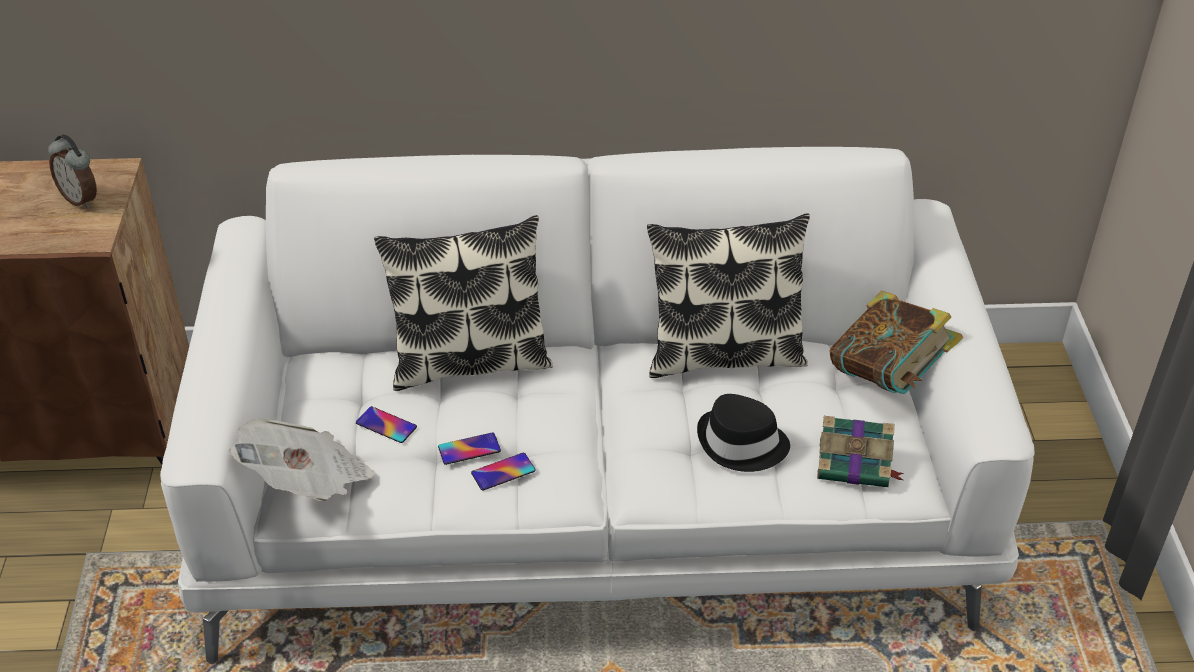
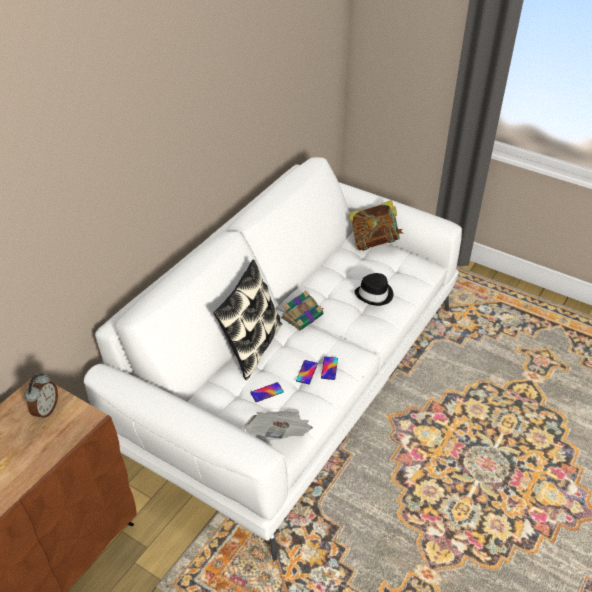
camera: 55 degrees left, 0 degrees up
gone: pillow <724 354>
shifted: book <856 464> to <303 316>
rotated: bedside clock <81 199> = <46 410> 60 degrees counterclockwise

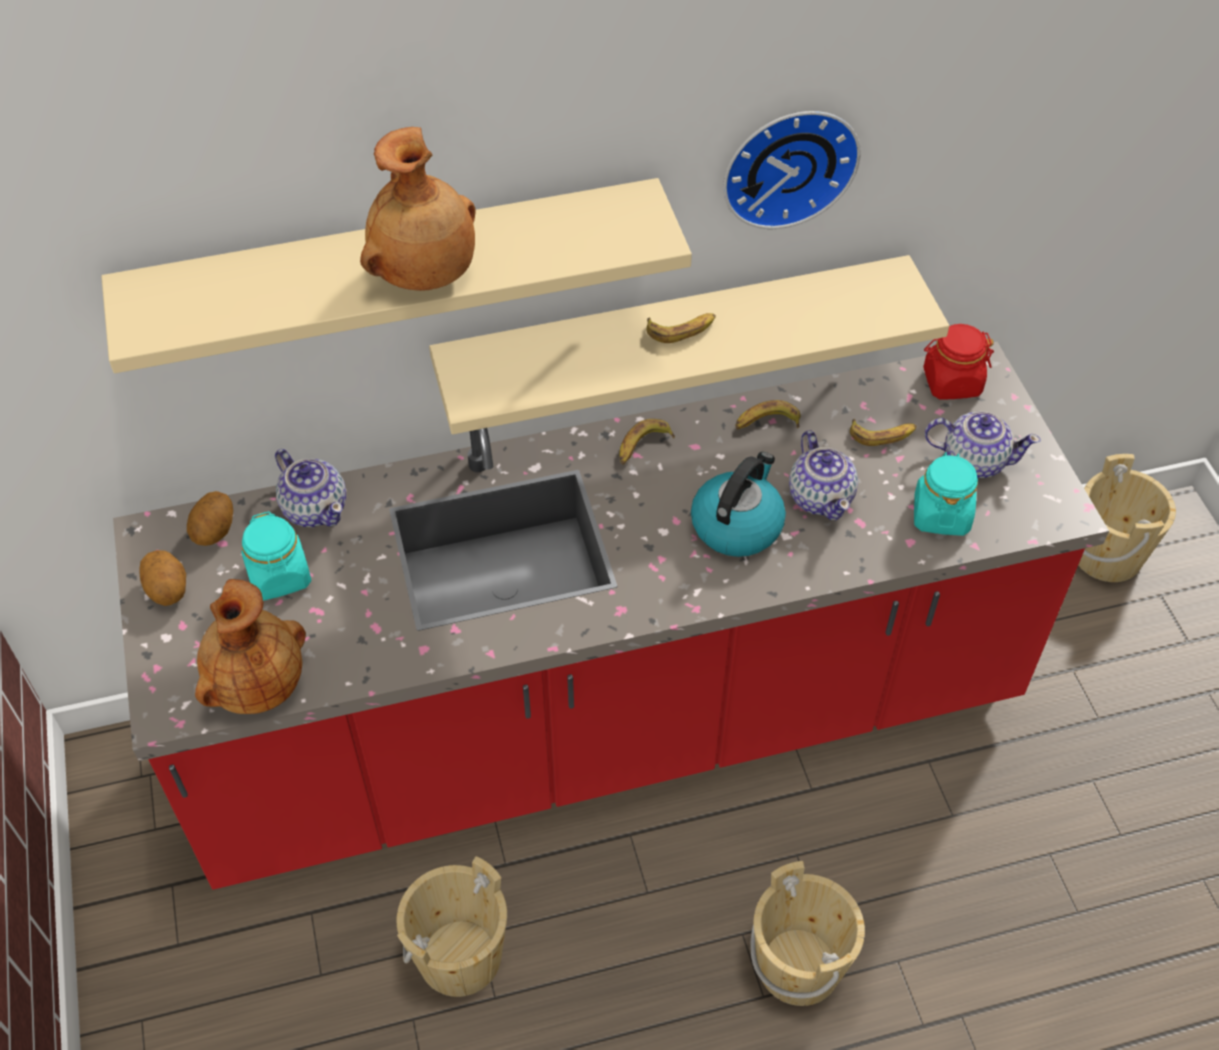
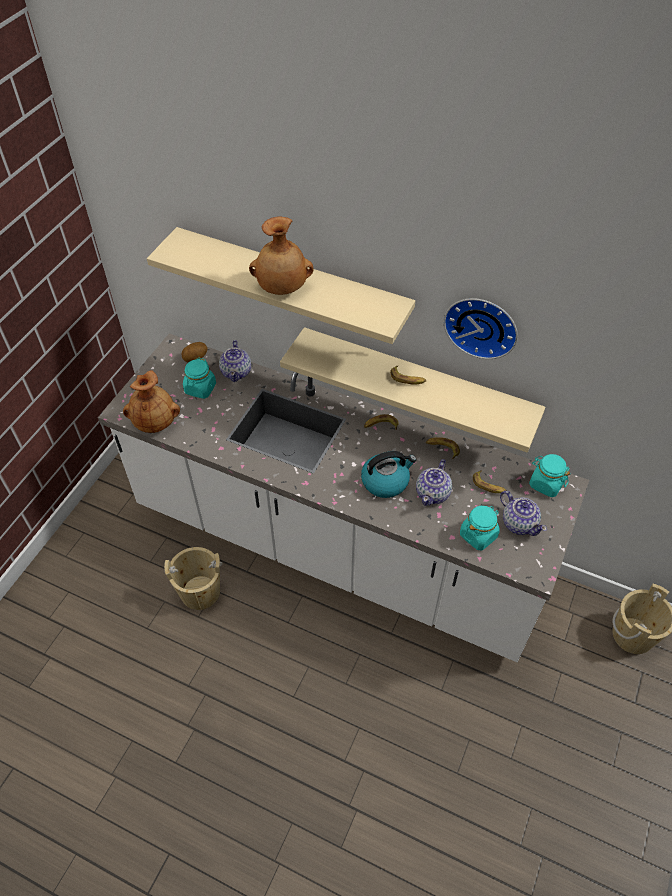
camera: 40 degrees right, 0 degrees up
gone: potato <168 590>; pail (sand-coloured) <798 965>
repainted: kitchen base unit (reddish) <609 722> to kitchen base unit (white-coloured) <336 547>; storage jar (reddish) <951 382> to storage jar (turquoise) <546 484>

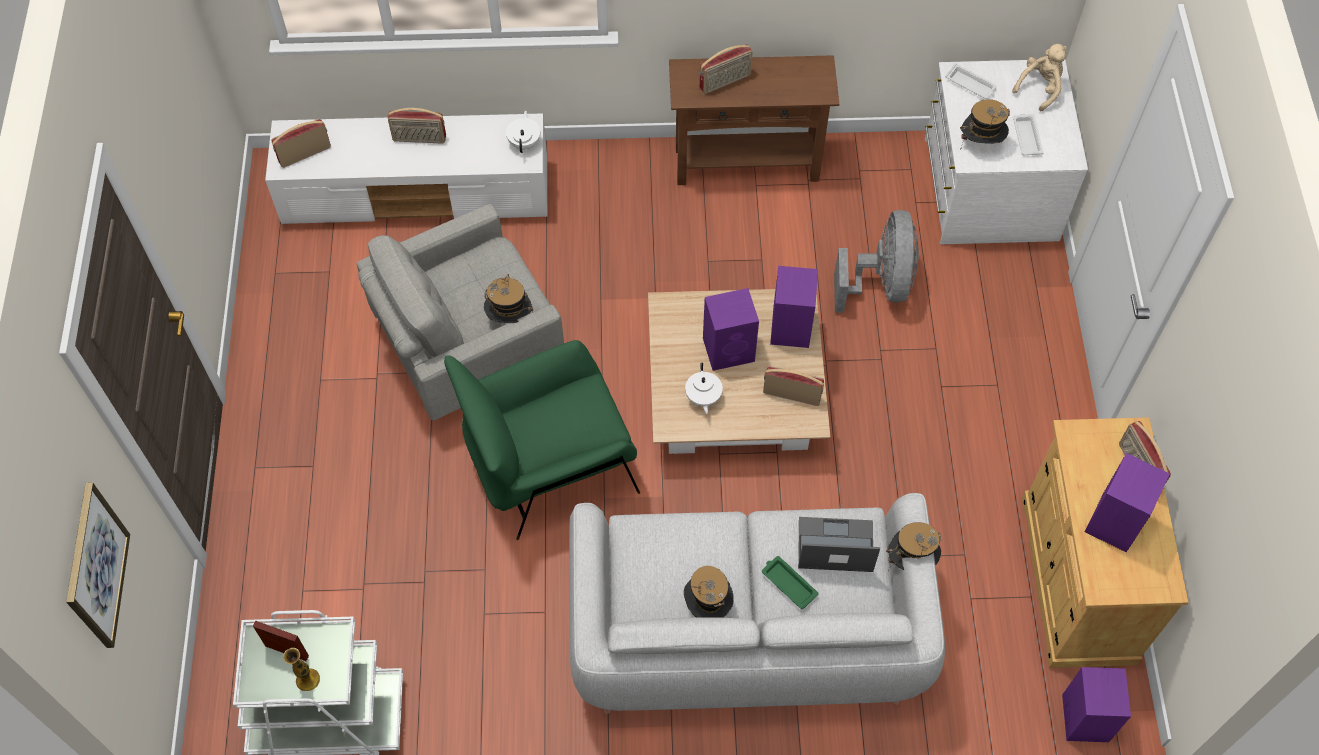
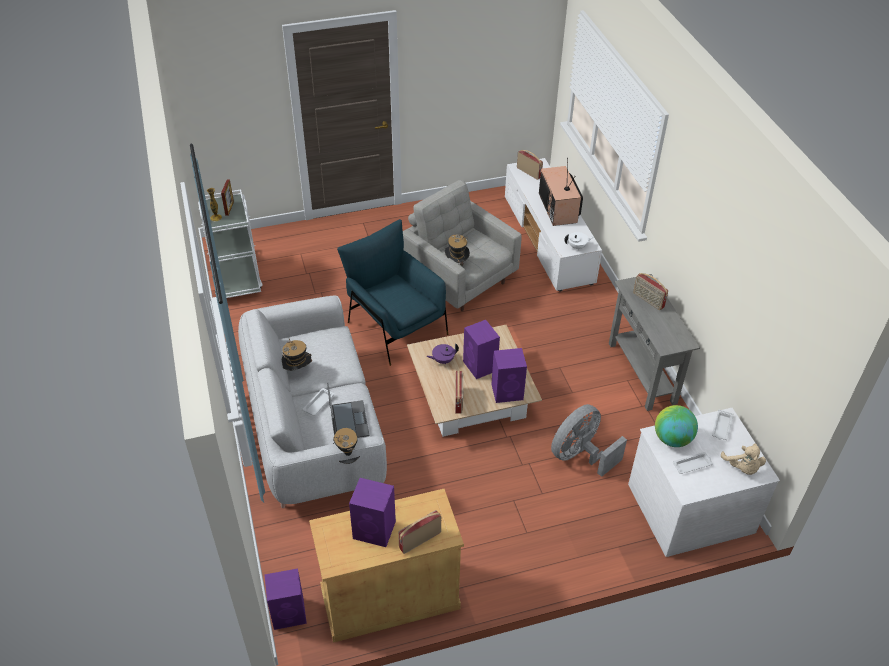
camera: 75 degrees right, 15 degrees down
gone: wall picture <96 566>
swapped: radio receiver <419 139> to television <559 208>; wearable hat <980 143> to desk globe <672 439>
repainted: tray (greenish) <788 583> to tray (white-coloured) <319 403>; easy chair (greenish) <550 467> to easy chair (blue-coloured) <395 326>; pot for tea (white-coloured) <703 398> to pot for tea (purple) <443 360>; hall table (brown) <746 163> to hall table (grey) <642 373>
rotated: cooling fan (grey) <880 284> = <580 455> 150 degrees clockwise; cuddly toy (sand-coloured) <1040 88> = <742 467> 45 degrees clockwise

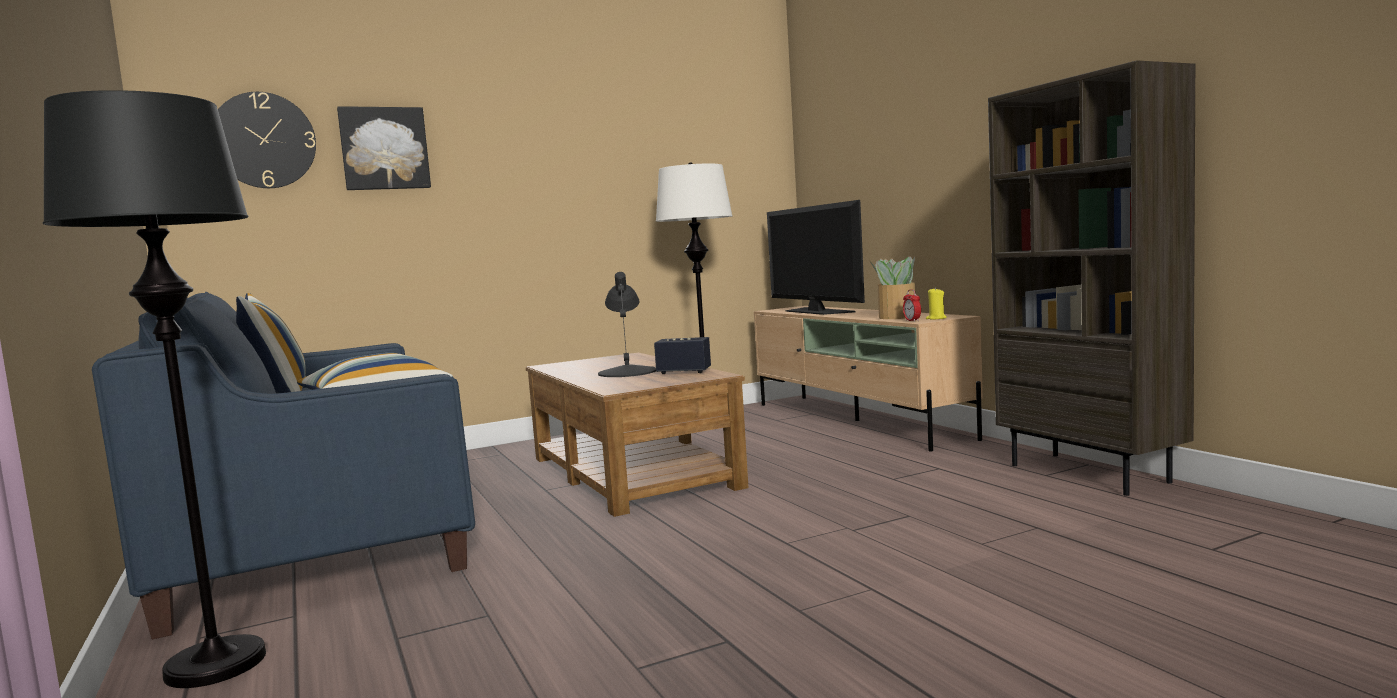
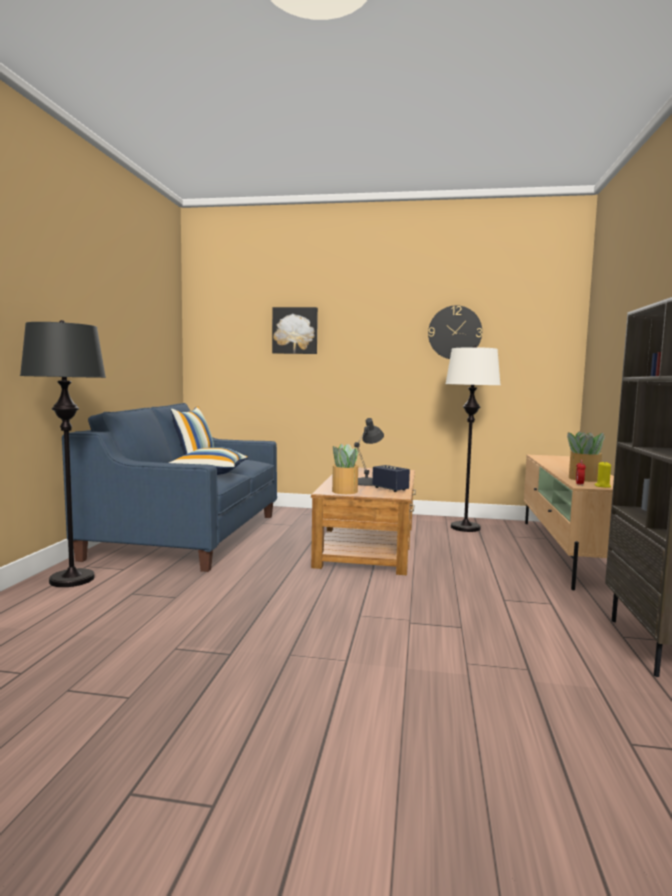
camera: 35 degrees right, 0 degrees up
gone: television <816 311>
new: potted plant <344 491>
shifted: hanging clock <264 140> to <454 332>

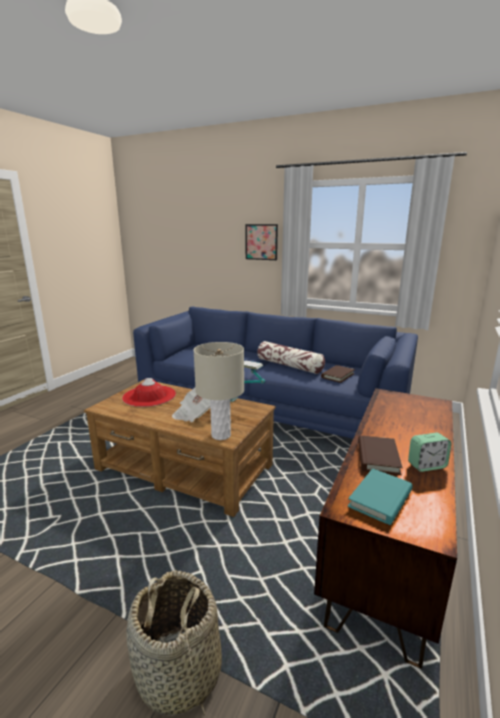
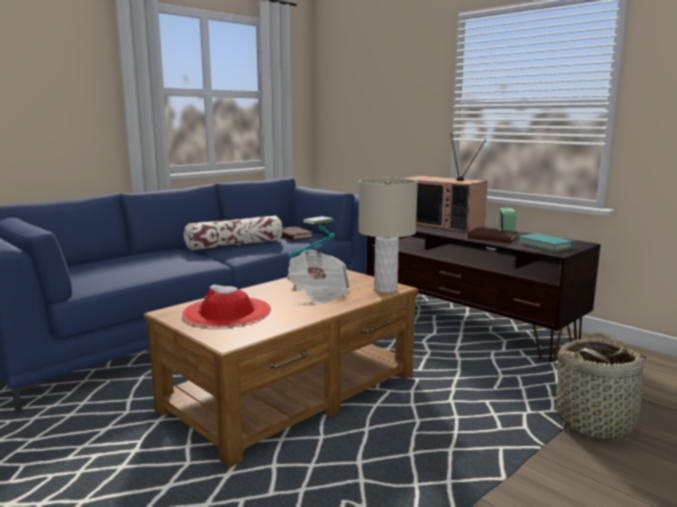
camera: 70 degrees left, 5 degrees down
gone: wall picture <261 242>
new: television <443 224>

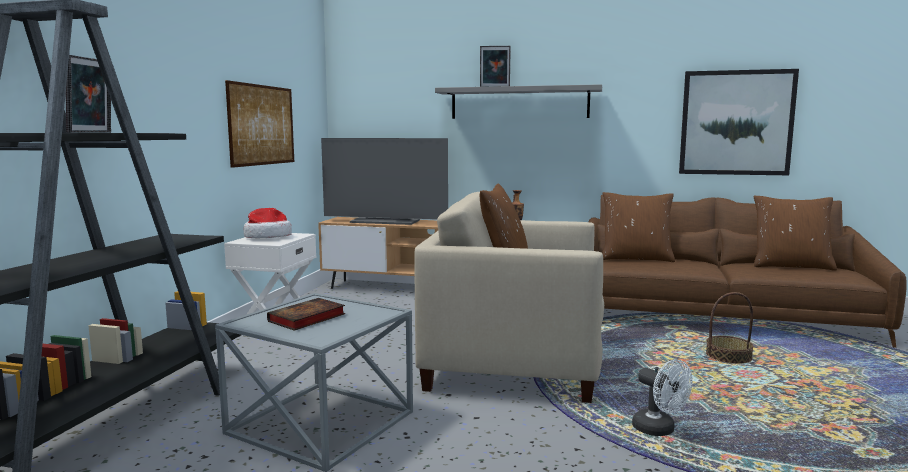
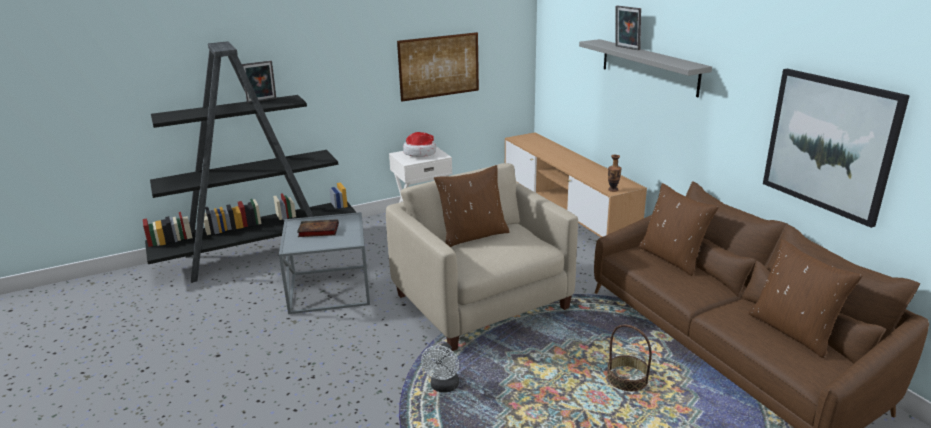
camera: 50 degrees right, 15 degrees up
gone: television <386 221>

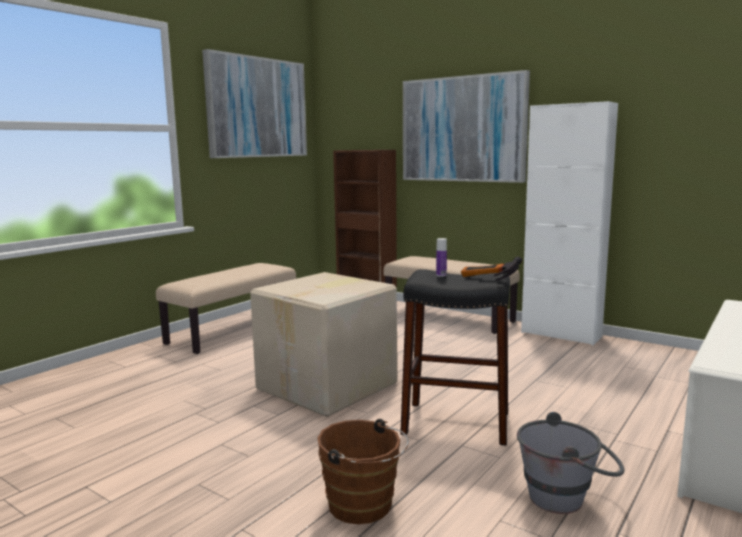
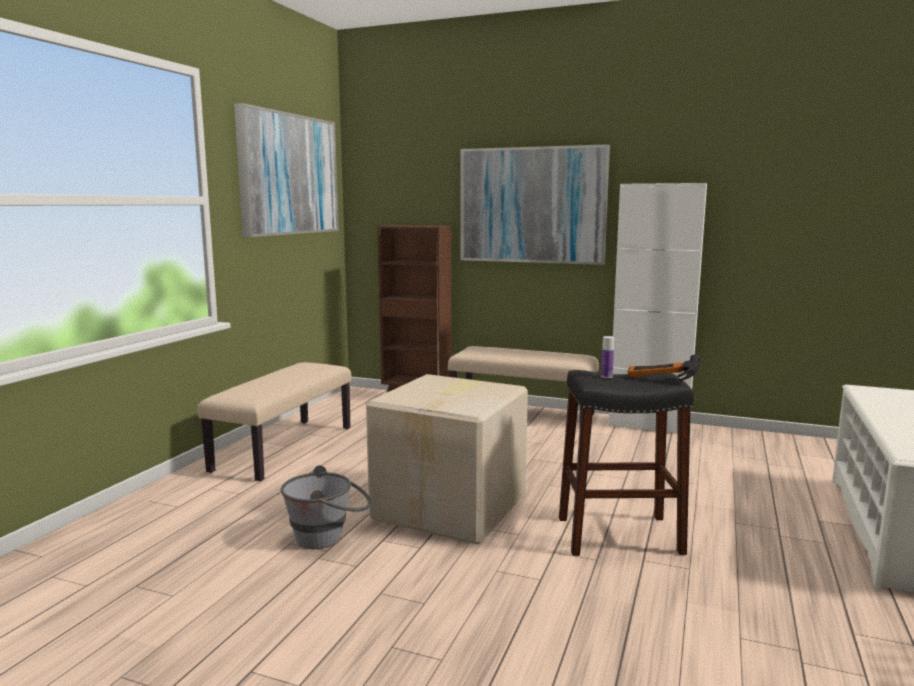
camera: 15 degrees left, 0 degrees up
gone: pail (brown) <364 507>
shifted: pail (grey) <567 498> to <329 537>

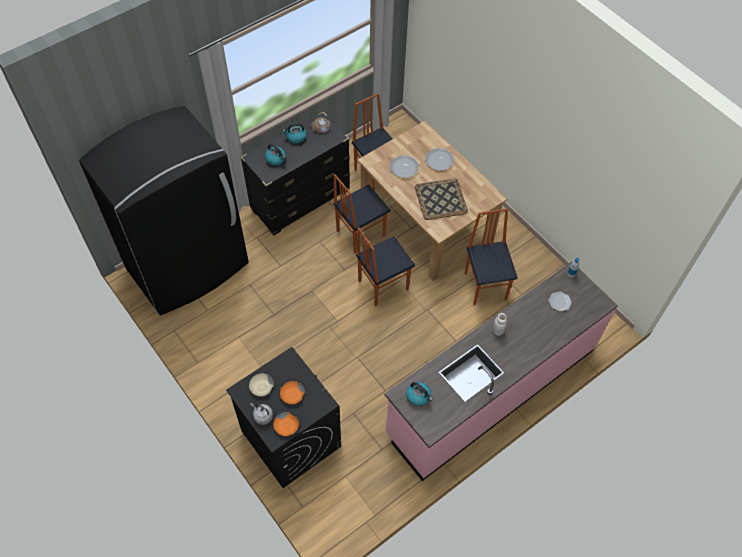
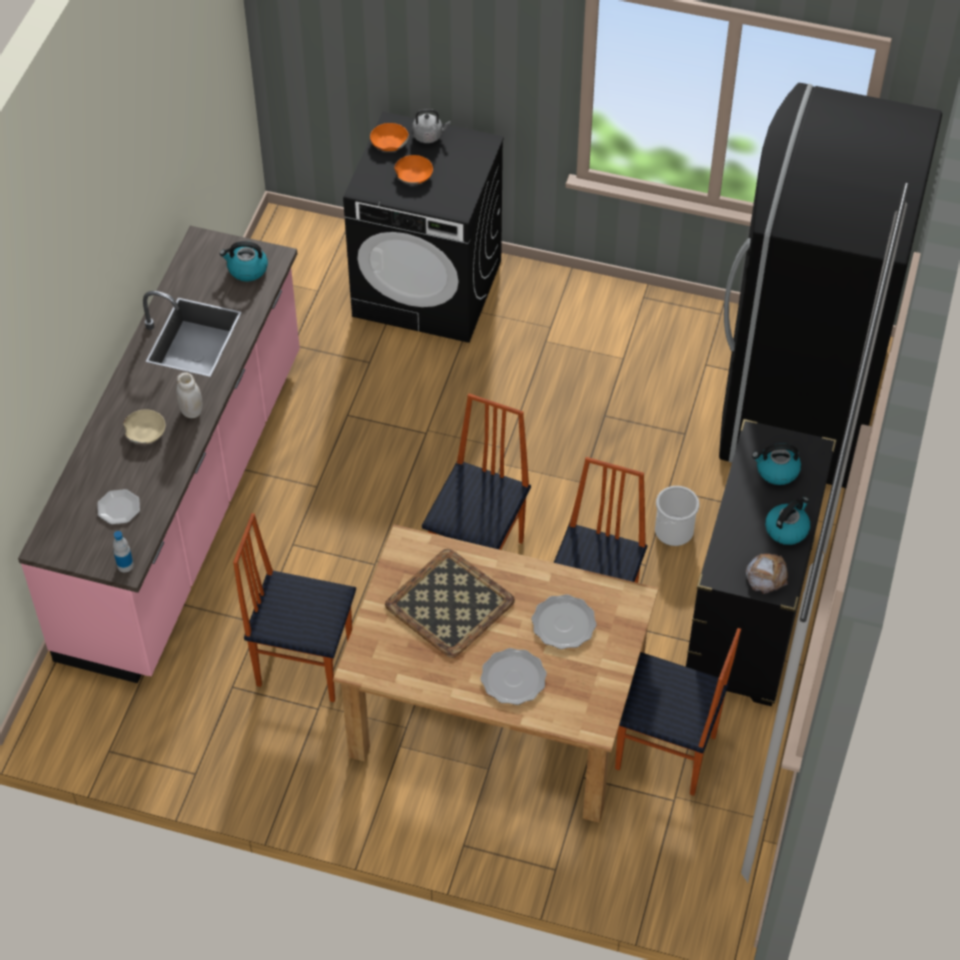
camera: 145 degrees right, 5 degrees down
new: pail <674 531>
shifted: deep dish (sand-coloured) <261 387> to <145 431>
rotated: upright chair <486 286> = <304 663> 150 degrees clockwise

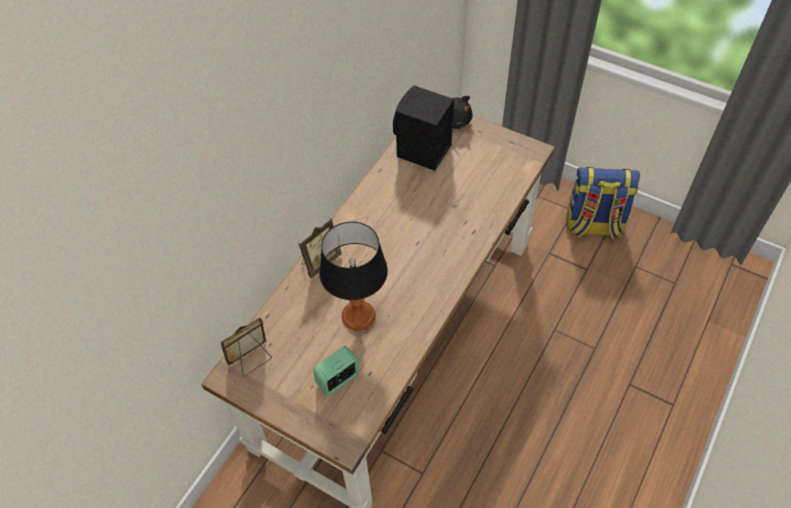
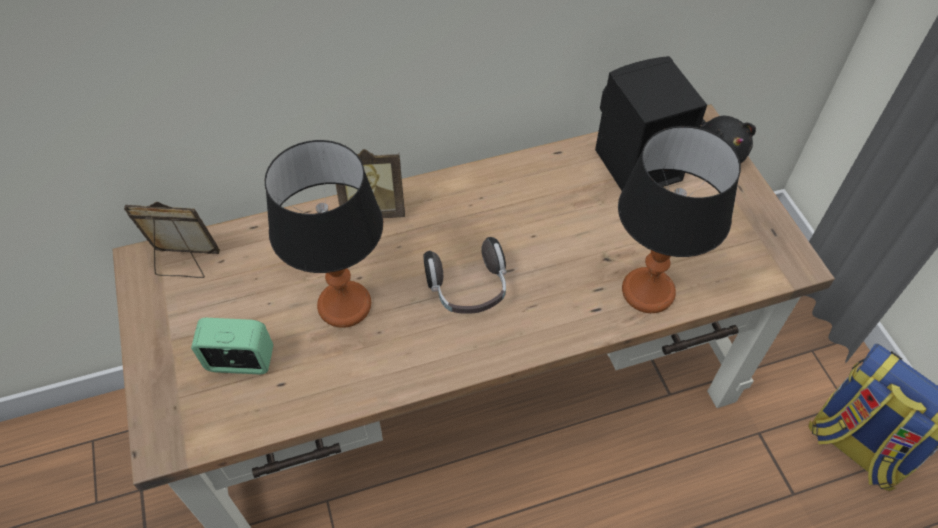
camera: 40 degrees right, 0 degrees up
new: headset <468 290>; tabletop lamp <647 291>

